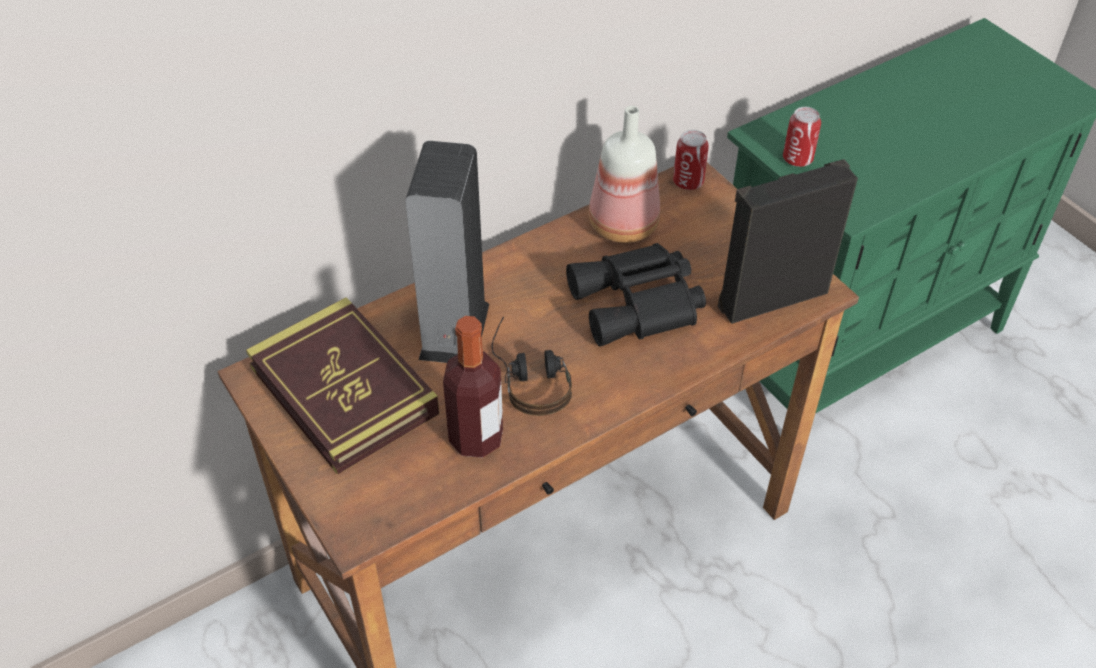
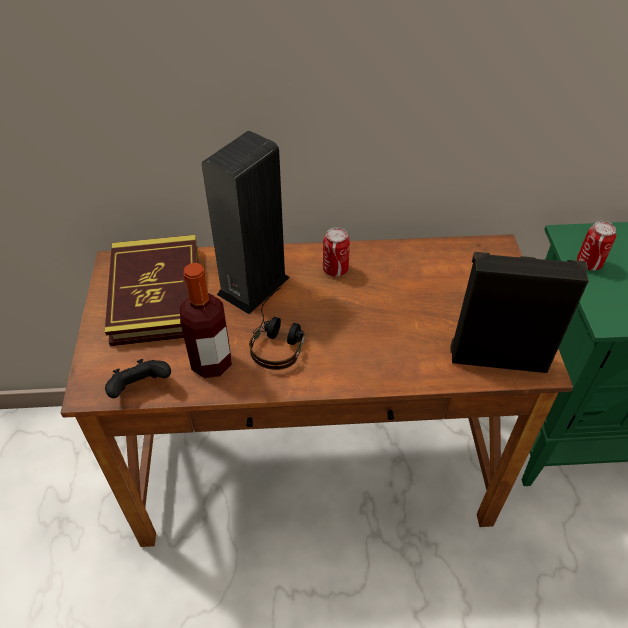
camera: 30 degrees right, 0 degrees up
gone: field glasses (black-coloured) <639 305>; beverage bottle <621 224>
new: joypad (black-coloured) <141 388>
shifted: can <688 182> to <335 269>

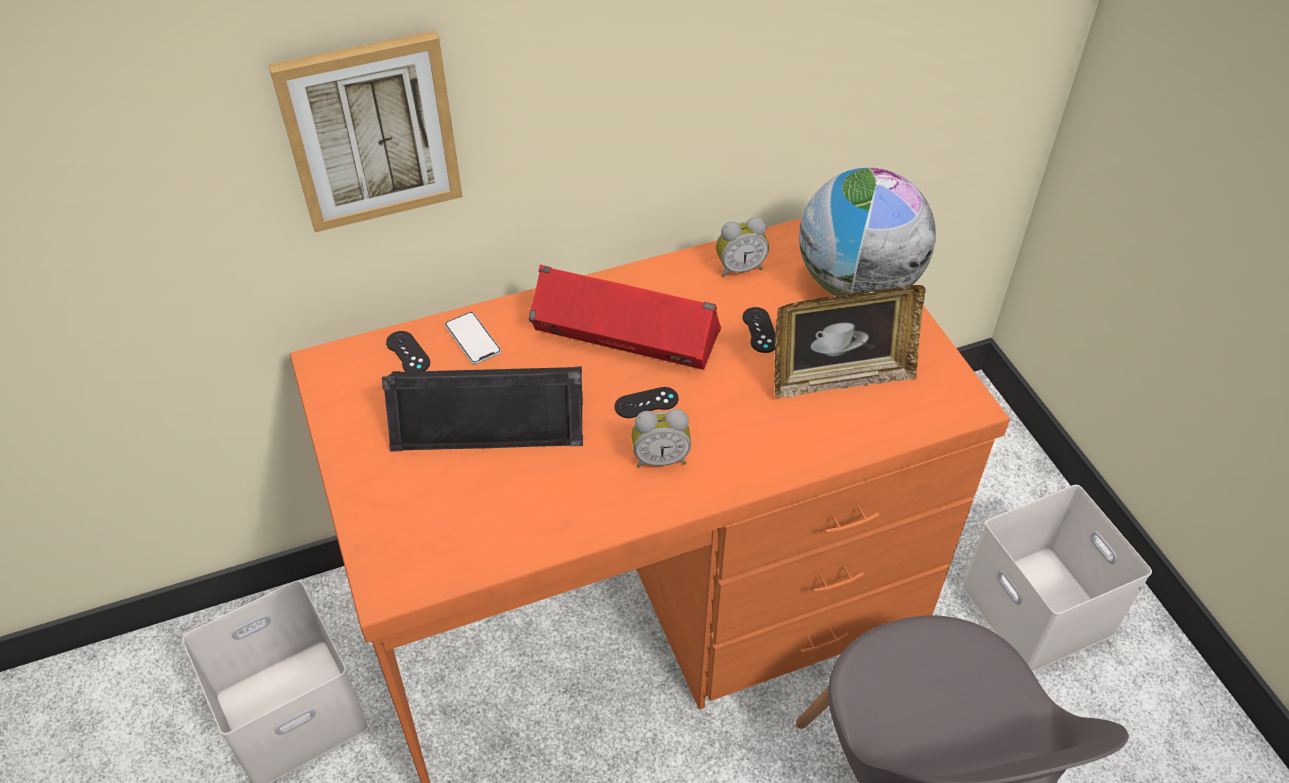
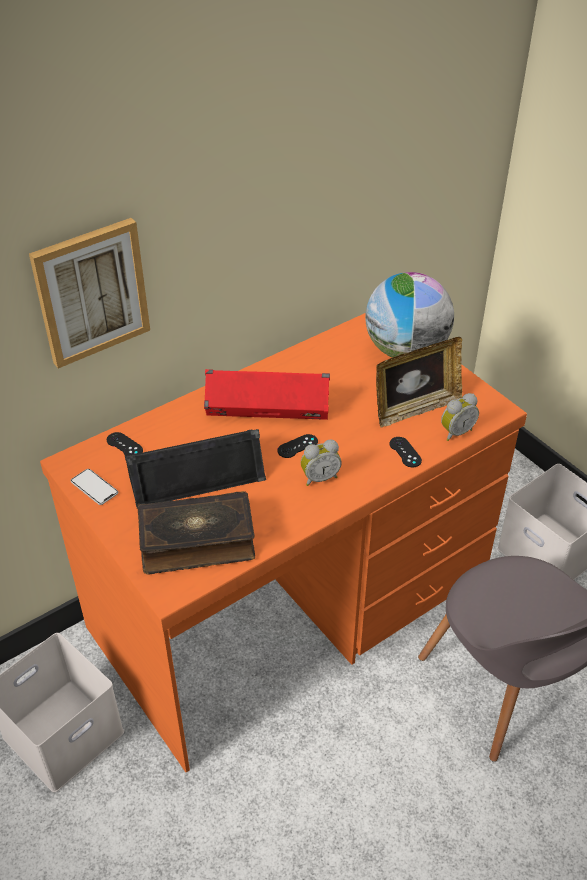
camera: 15 degrees left, 5 degrees down
new: book <197 542>
shifted: telephone <473 339> to <94 487>; joypad (black-coloured) <760 330> to <405 452>; bedside clock <739 268> to <455 432>

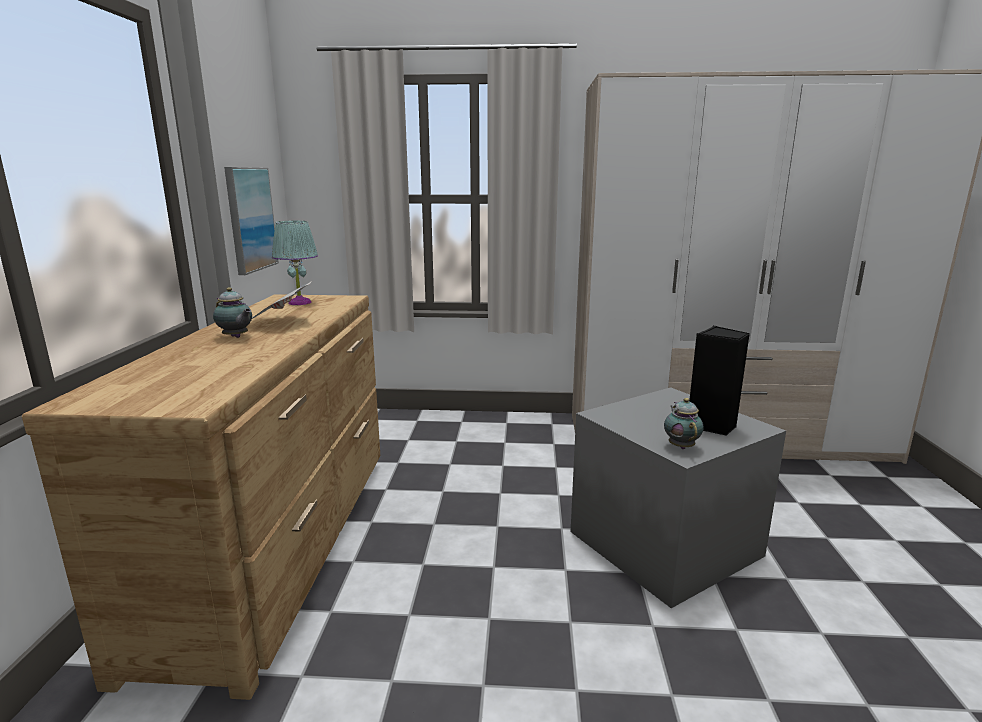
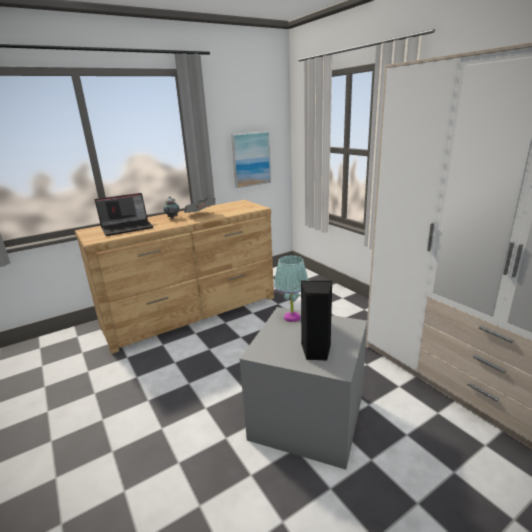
camera: 55 degrees right, 5 degrees up
gone: pot for tea <680 446>
new: portable computer <127 227>
shifted: tabletop lamp (turquoise) <299 303> to <291 317>

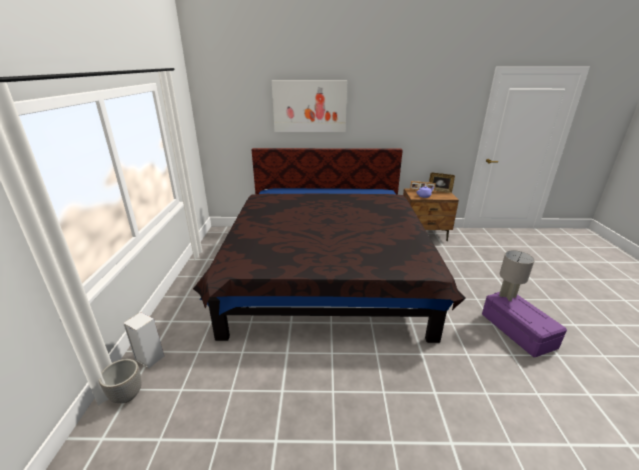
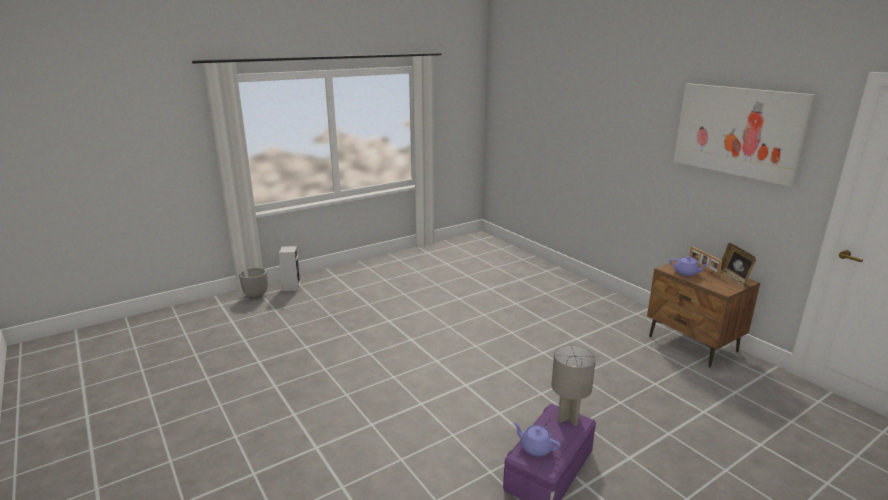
camera: 55 degrees right, 5 degrees down
gone: bedroom bed <327 271>
new: pot for tea (purple) <535 448>
shifted: wall picture <309 106> to <737 131>

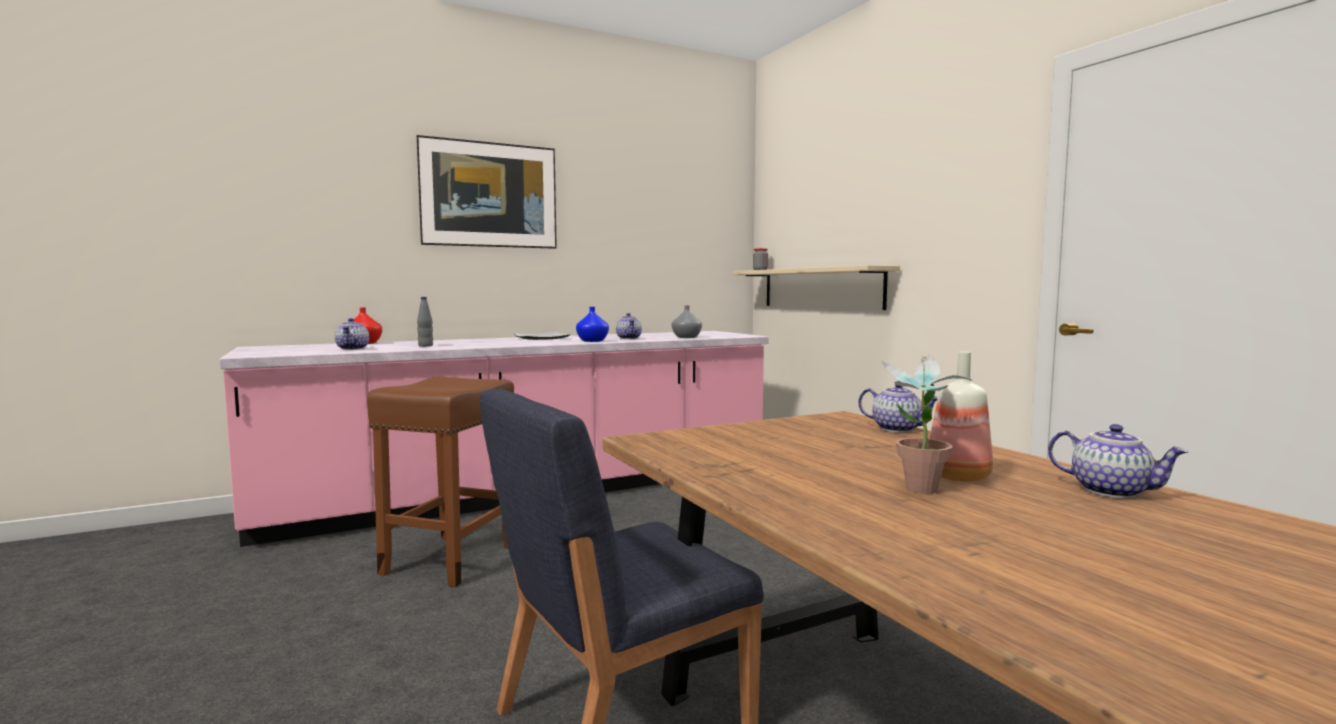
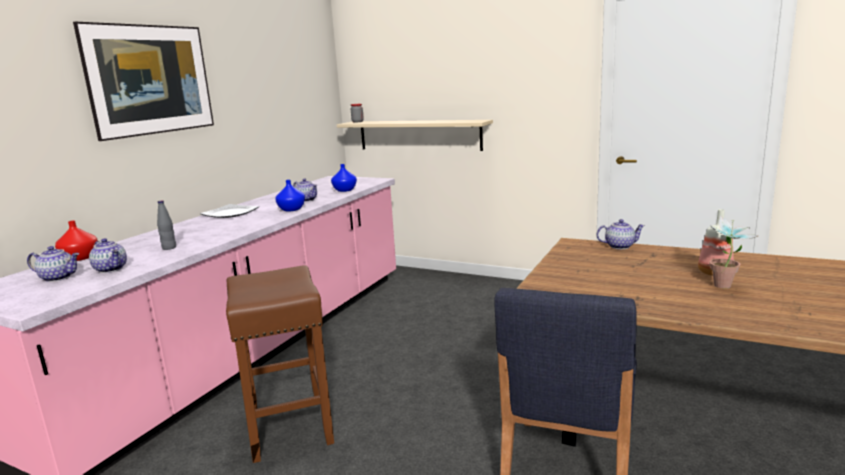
camera: 35 degrees left, 10 degrees up
shifted: pot for tea <1112 491> to <59 277>
repainted: flower vase (grey) <686 337> to flower vase (blue-coloured) <344 190>

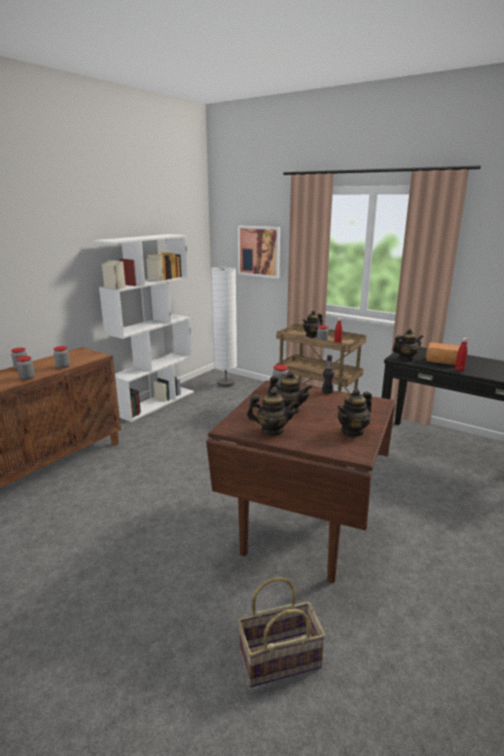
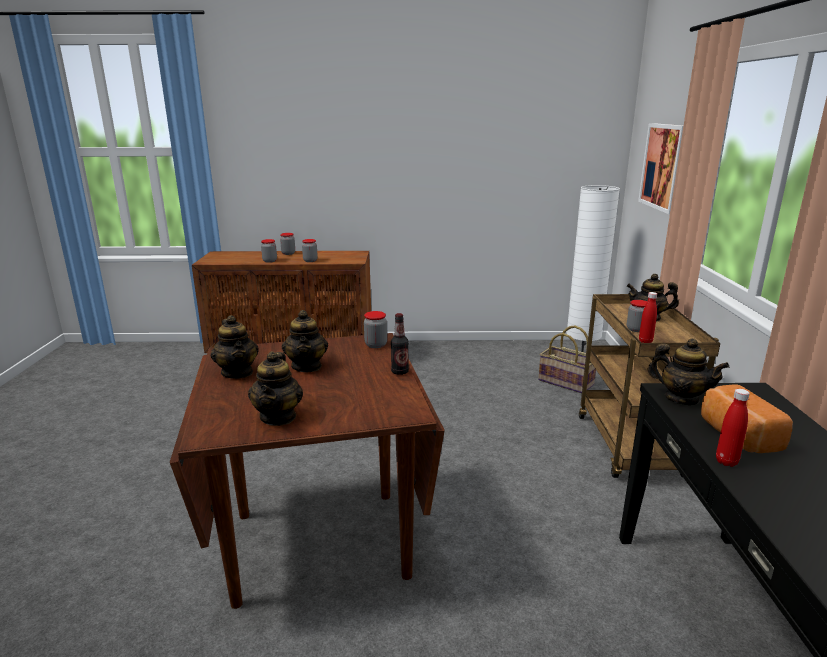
camera: 55 degrees right, 0 degrees up
gone: bookshelf (white-coloured) <156 403>
shifted: basket <280 658> to <566 382>
rotated: pot for tea <353 431> = <278 417> 105 degrees counterclockwise

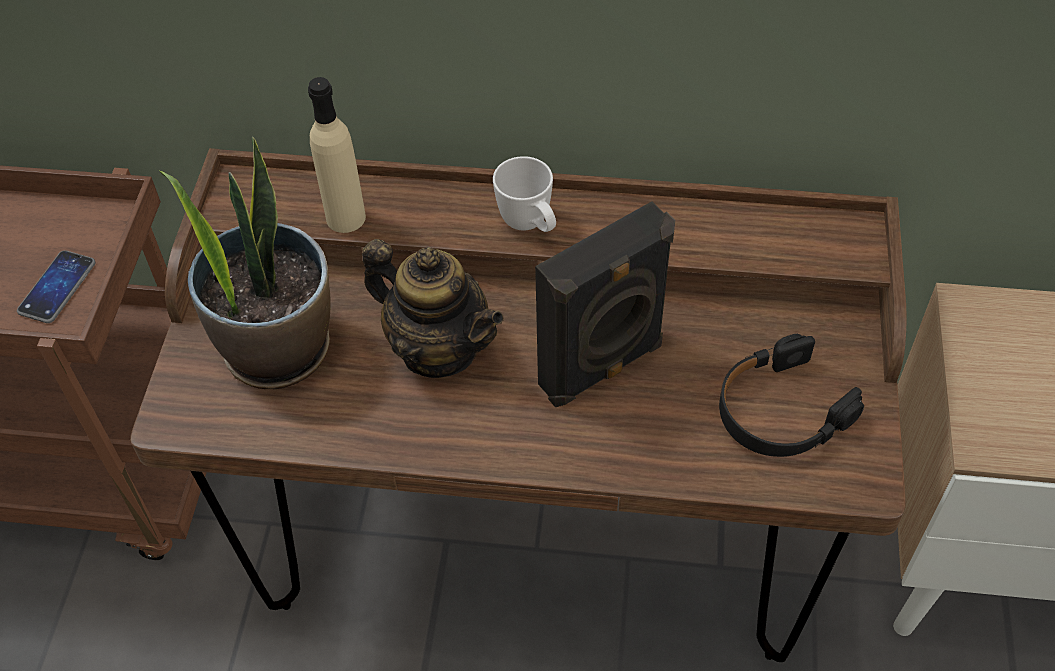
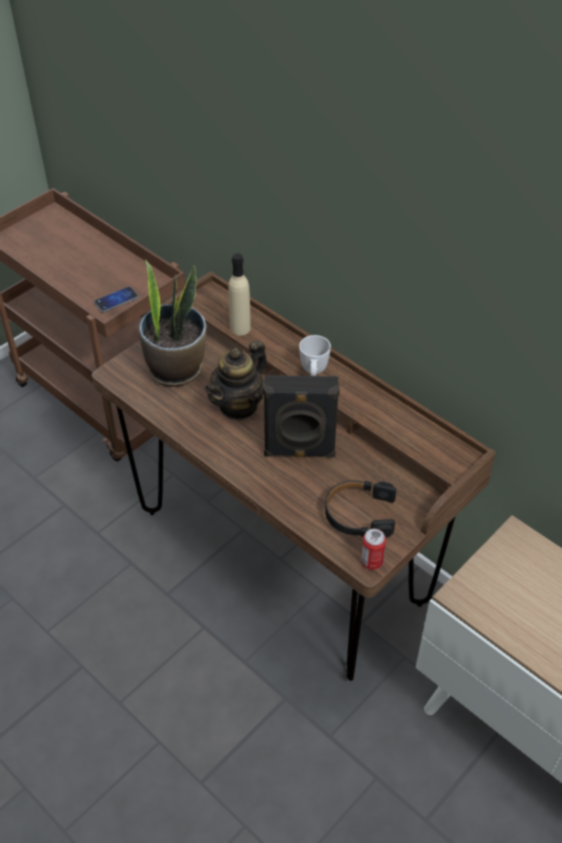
camera: 35 degrees right, 5 degrees down
new: can <371 561>
rotated: pot for tea <438 348> = <238 405> 60 degrees clockwise

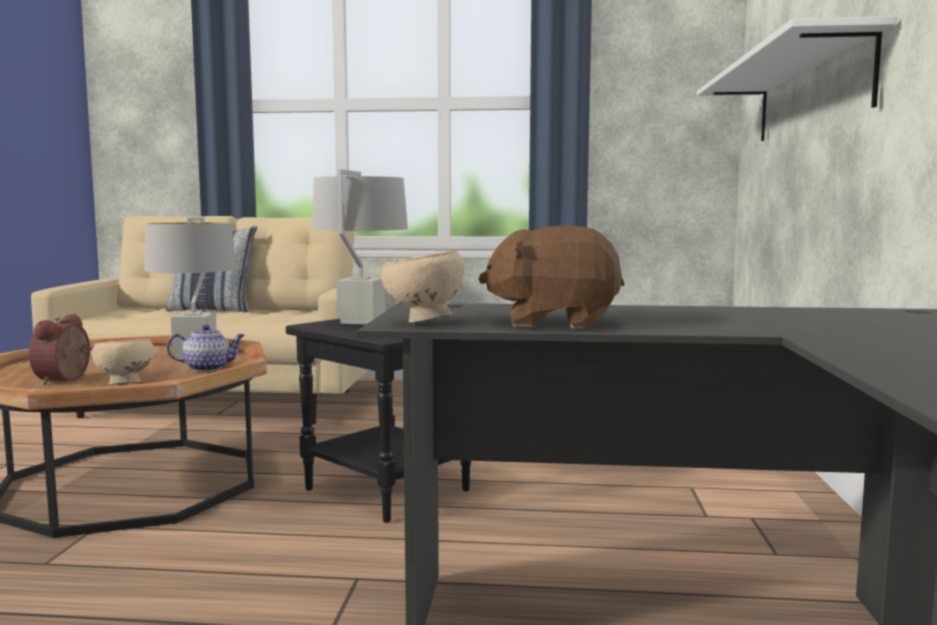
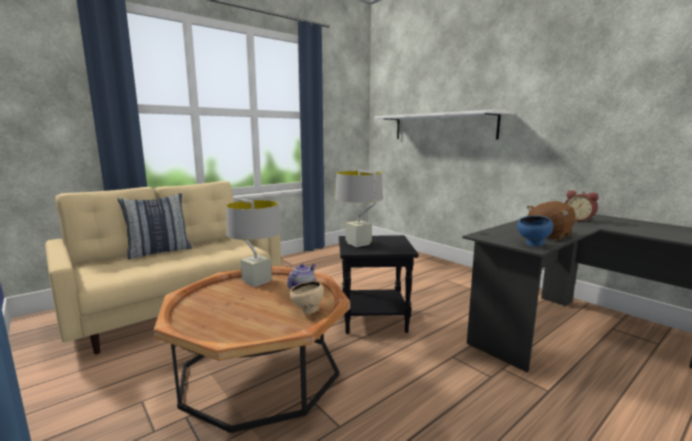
camera: 45 degrees left, 5 degrees up
shifted: bedside clock <66 380> to <579 220>
repainted: deep dish (sand-coloured) <423 323> to deep dish (blue-coloured) <533 245>

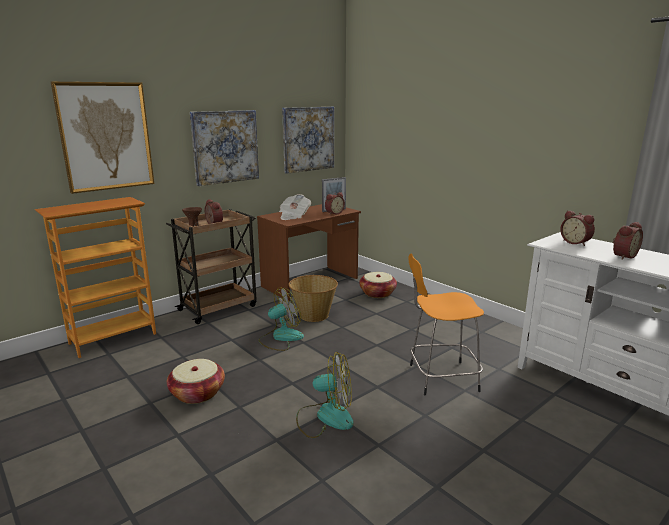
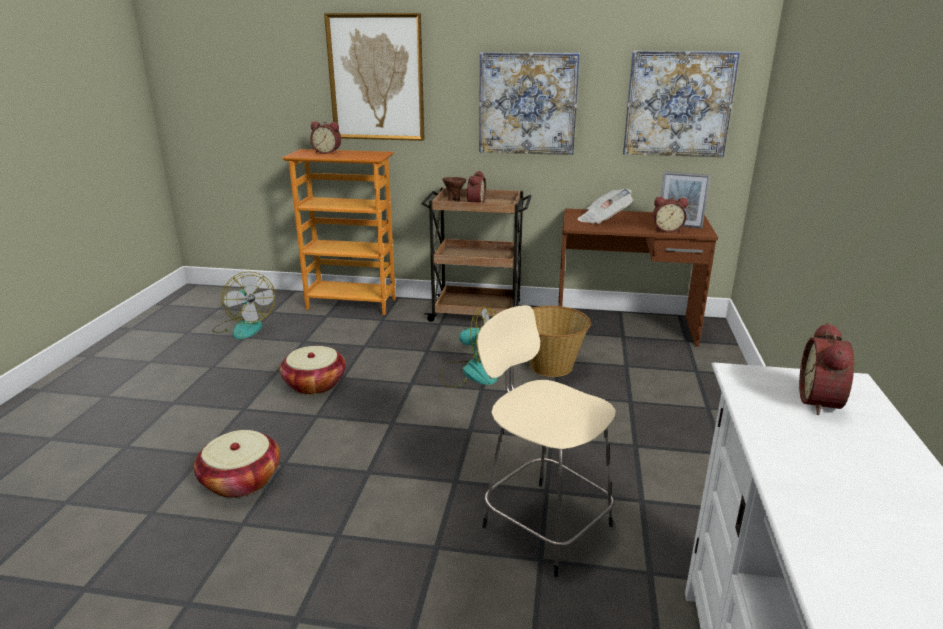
camera: 50 degrees right, 5 degrees up
shifted: basket <377 293> to <241 480>; cooling fan <325 417> to <244 327>; bedside clock <623 256> to <327 152>
repainted: stool (orange-coloured) <440 378> to stool (sand-coloured) <543 523>

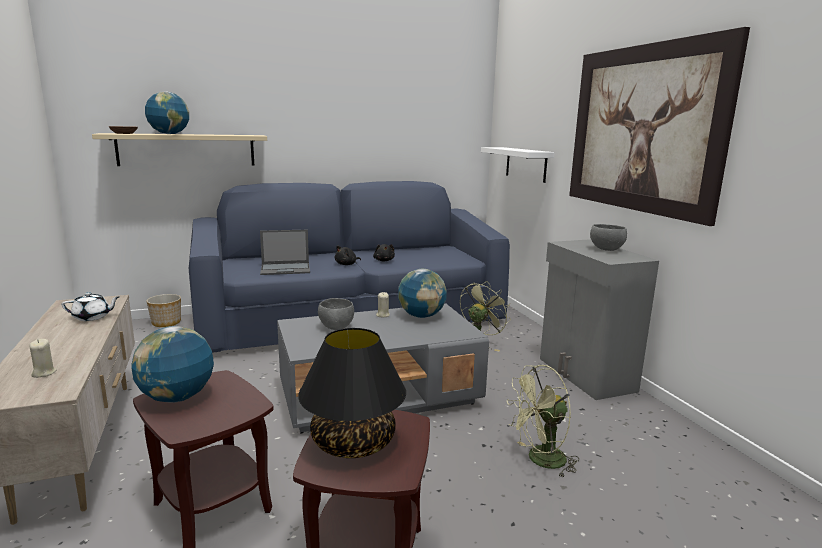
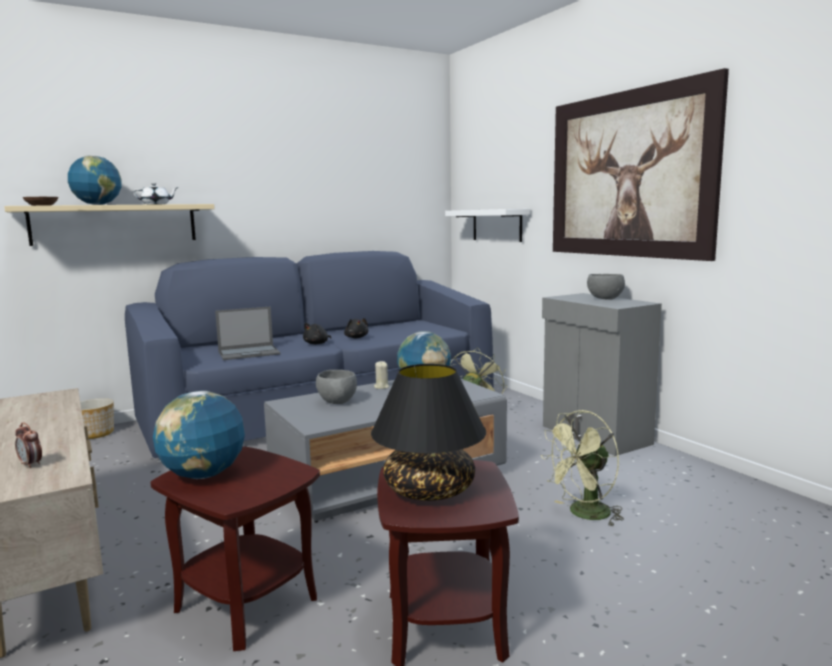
camera: 10 degrees left, 5 degrees down
shifted: pot for tea (white-coloured) <92 317> to <156 204>
swapped: wax light (sand-coloured) <44 373> to bedside clock <31 464>

